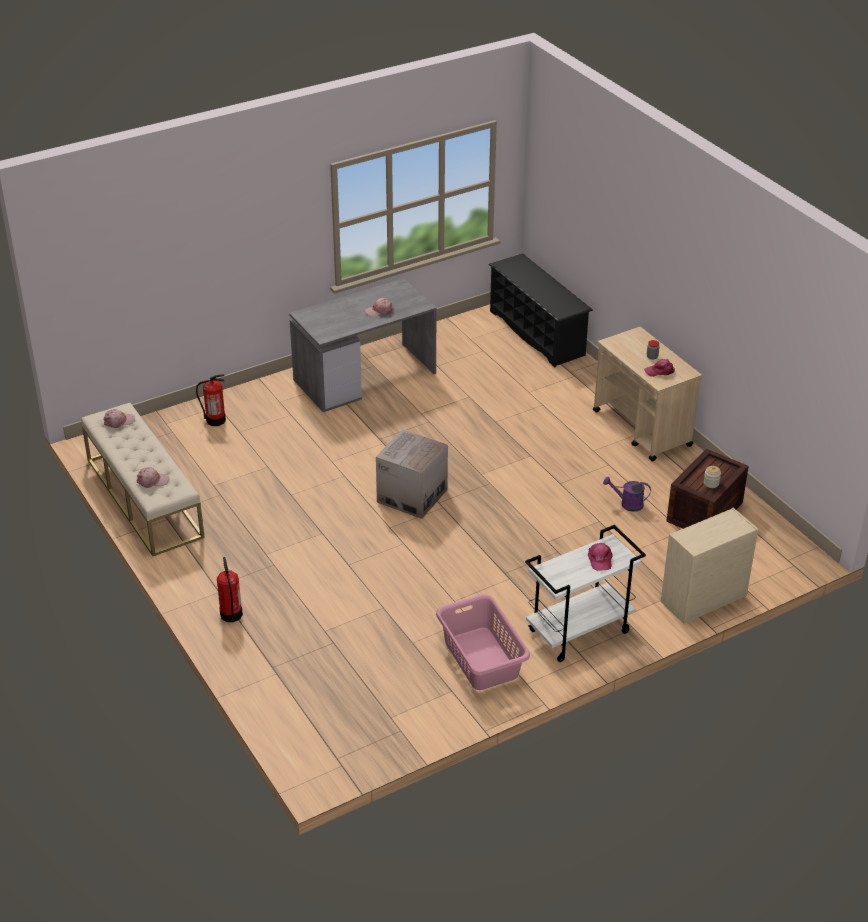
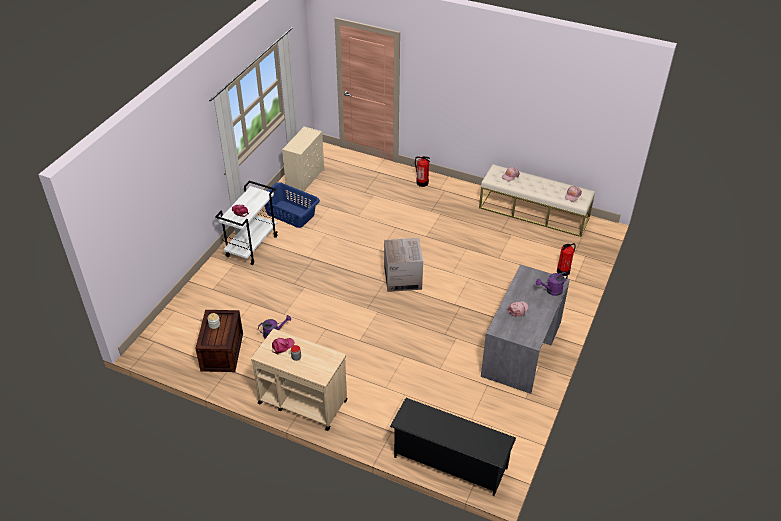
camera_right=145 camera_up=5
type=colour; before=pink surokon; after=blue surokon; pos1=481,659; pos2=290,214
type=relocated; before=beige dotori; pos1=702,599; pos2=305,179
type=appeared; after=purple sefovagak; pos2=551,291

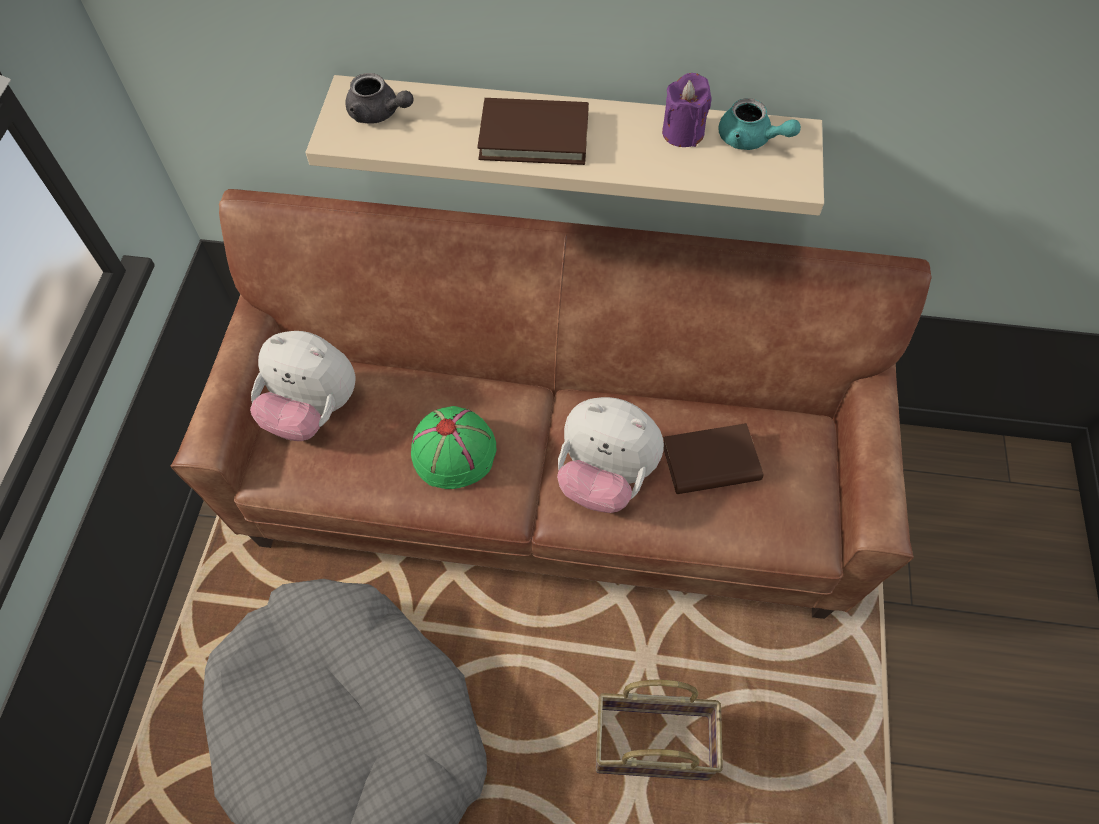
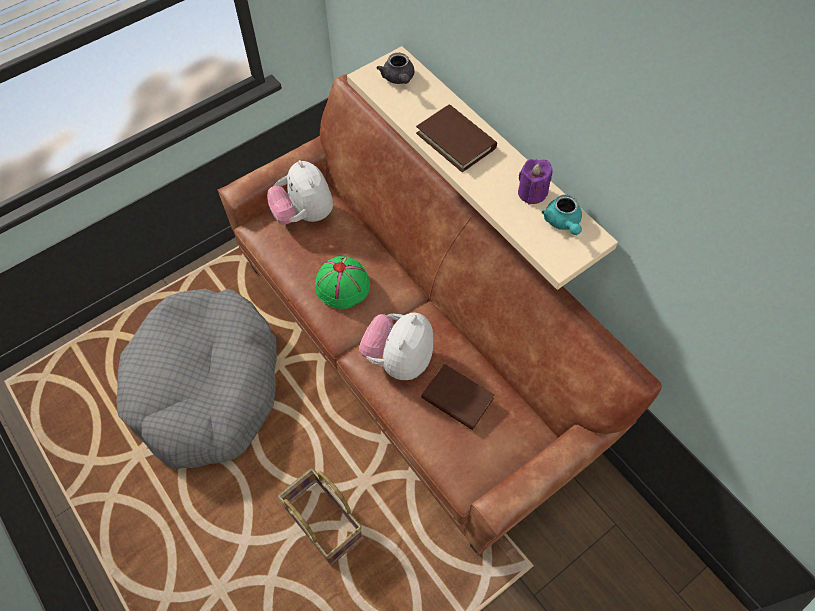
camera_right=45 camera_up=0
type=spun; before=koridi; pos1=604,476; pos2=398,359; turn=45

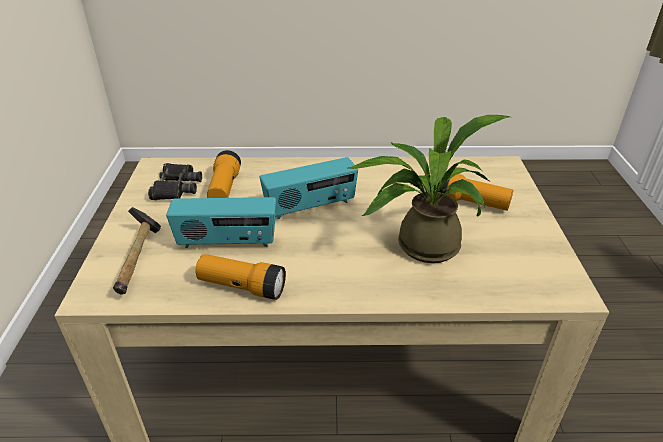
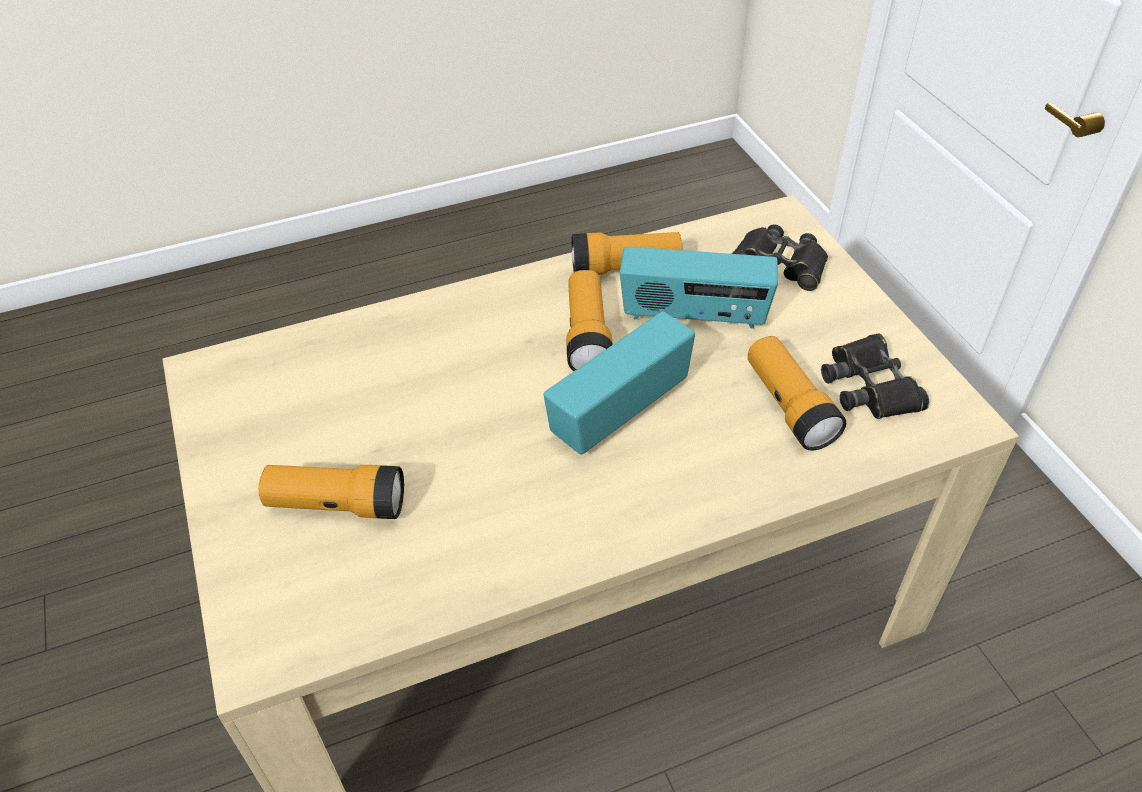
camera_right=160 camera_up=10
type=appeared; after=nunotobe; pos2=587,336
type=spun; before=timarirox; pos1=227,242; pos2=694,316; turn=-150
type=exchanged; before=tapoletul; after=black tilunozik; pos1=139,259; pos2=779,264
type=missing; before=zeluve; pos1=420,244

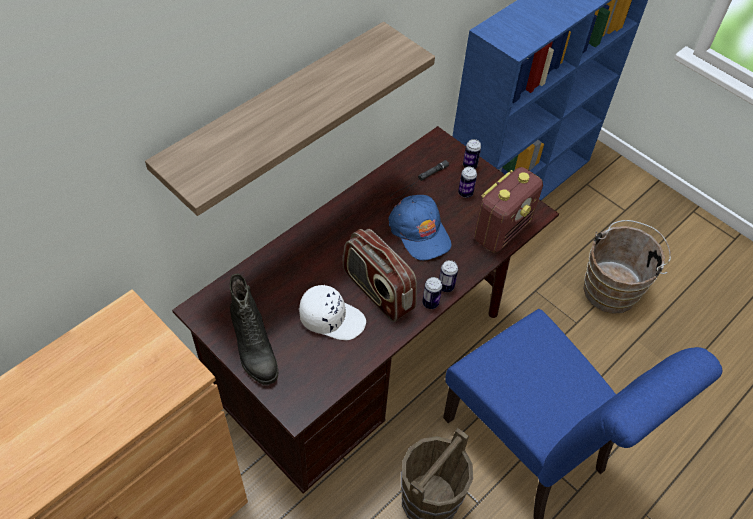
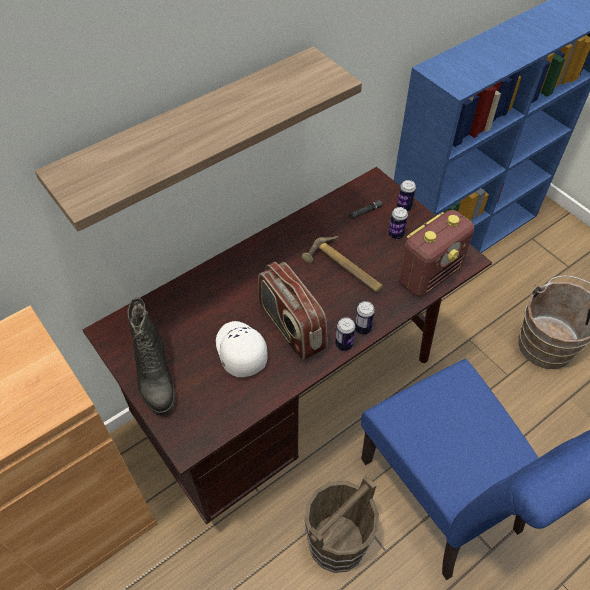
camera_right=10 camera_up=0
type=spun; before=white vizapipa; pos1=332,318; pos2=240,351; turn=-135
type=exchanged; before=blue vizapipa; after=tapoletul; pos1=420,231; pos2=343,270

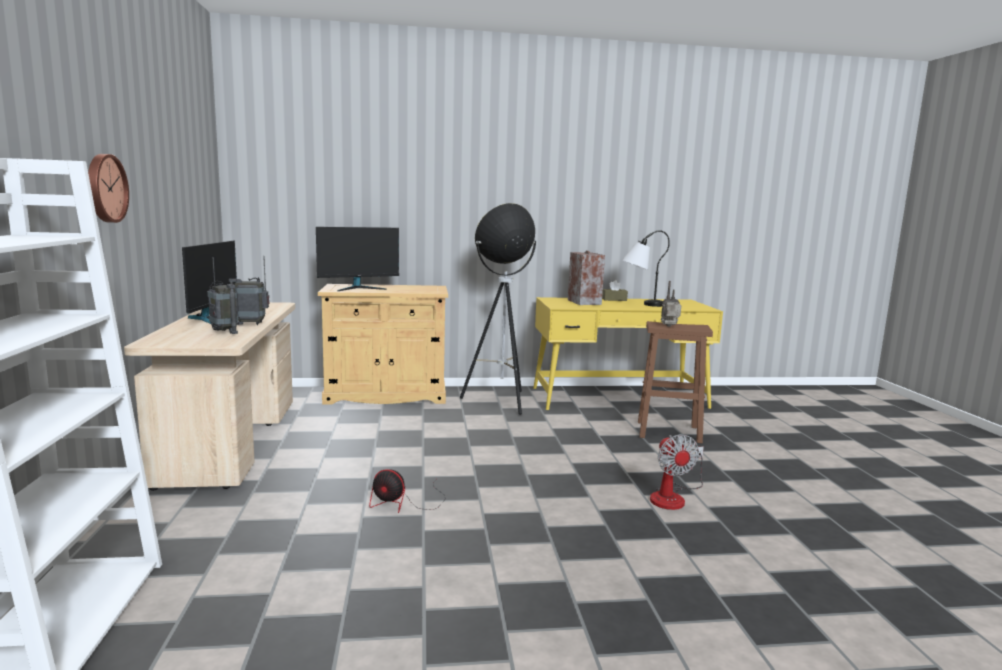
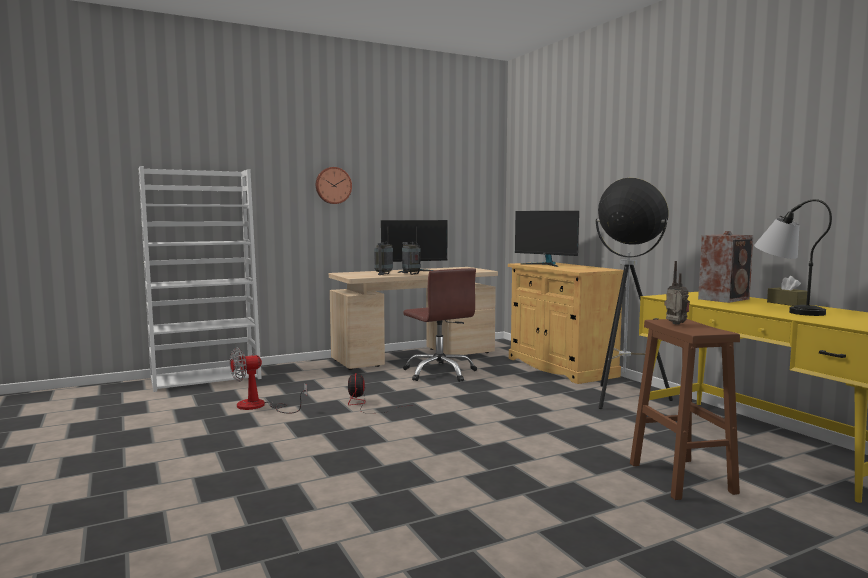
camera_right=70 camera_up=-5
type=relocated; before=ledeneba; pos1=673,497; pos2=259,406
type=appeared; after=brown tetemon; pos2=440,373

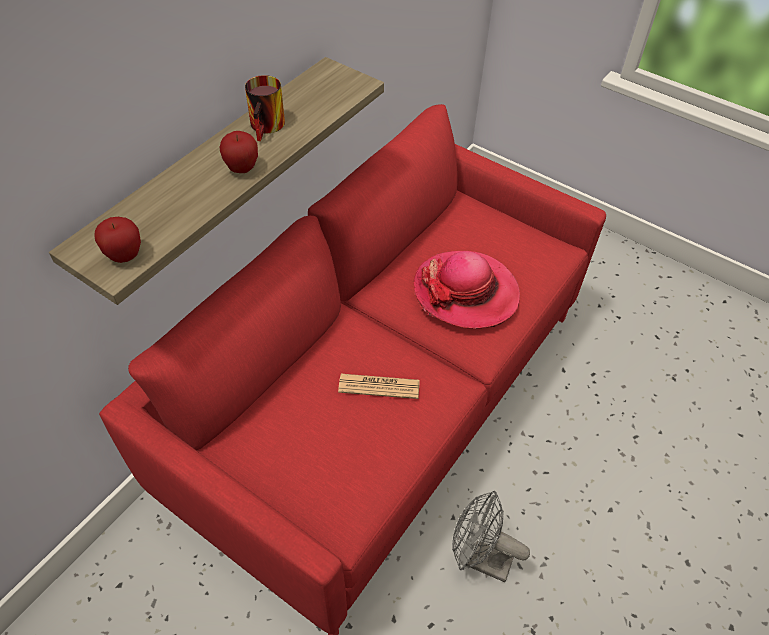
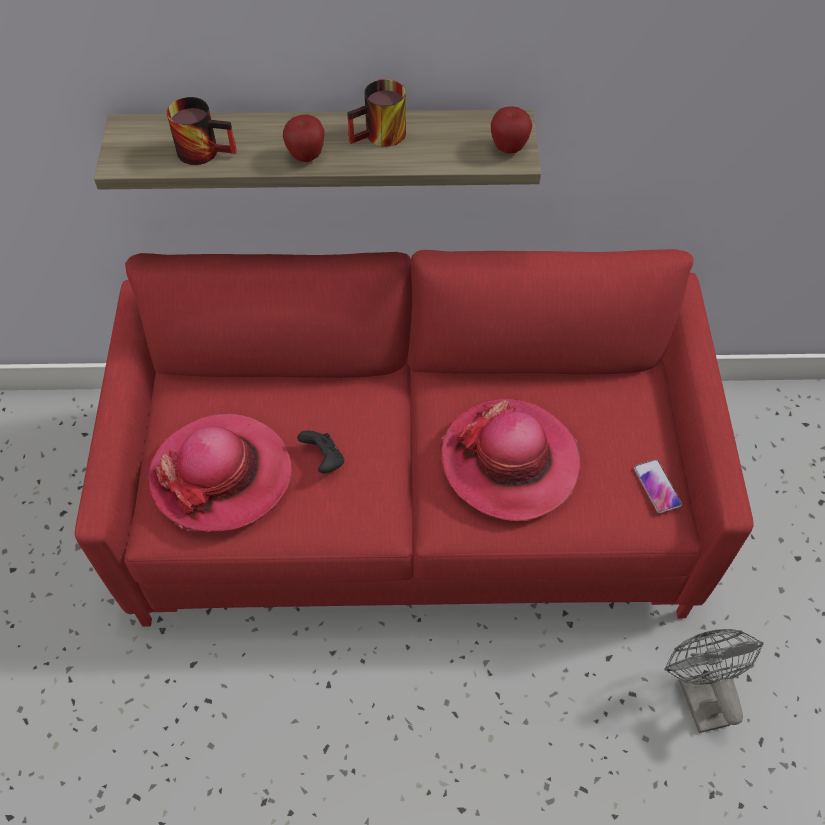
camera_right=55 camera_up=5
type=appeared; after=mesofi; pos2=221,475
type=appeared; after=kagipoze; pos2=206,149
type=exchanged; before=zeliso; after=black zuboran; pos1=379,386; pos2=324,459
type=relocated; before=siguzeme; pos1=125,256; pos2=509,148
type=appeared; after=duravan; pos2=657,486
type=relocated; before=grey ledeneba; pos1=478,558; pos2=698,693

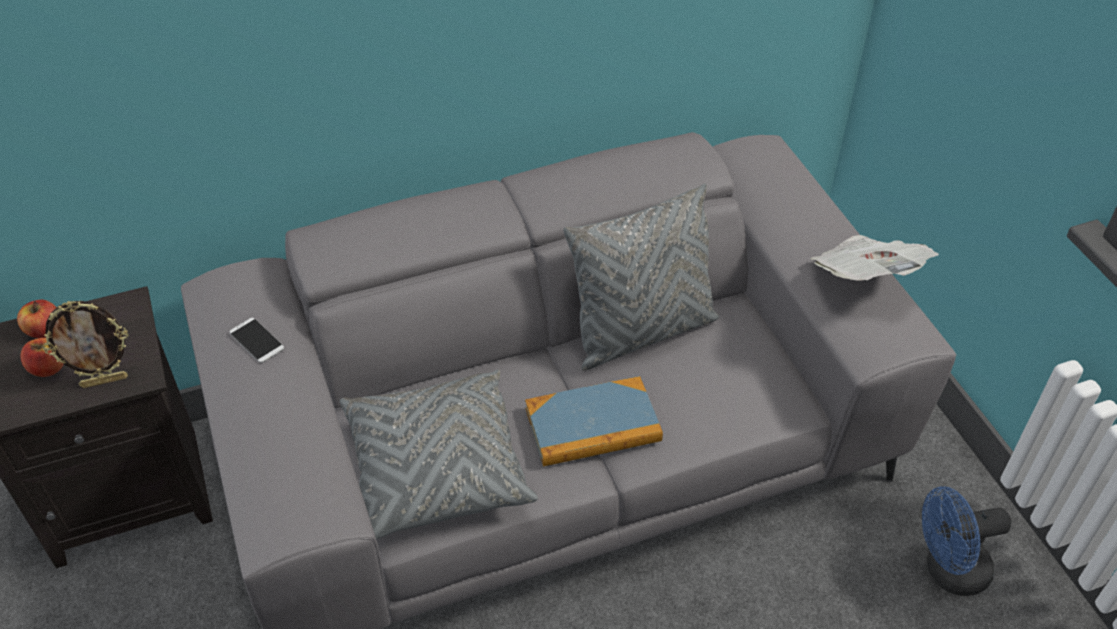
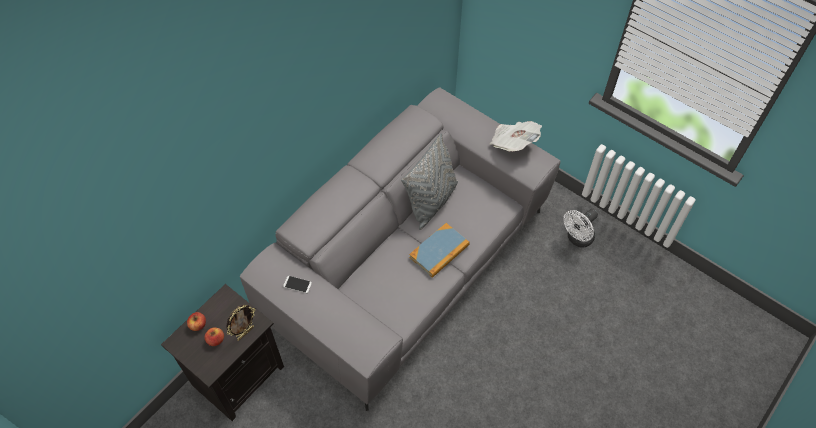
camera_right=-30 camera_up=10
type=colour; before=blue ledeneba; after=white ledeneba; pos1=947,571; pos2=577,239
type=missing; before=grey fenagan; pos1=436,469

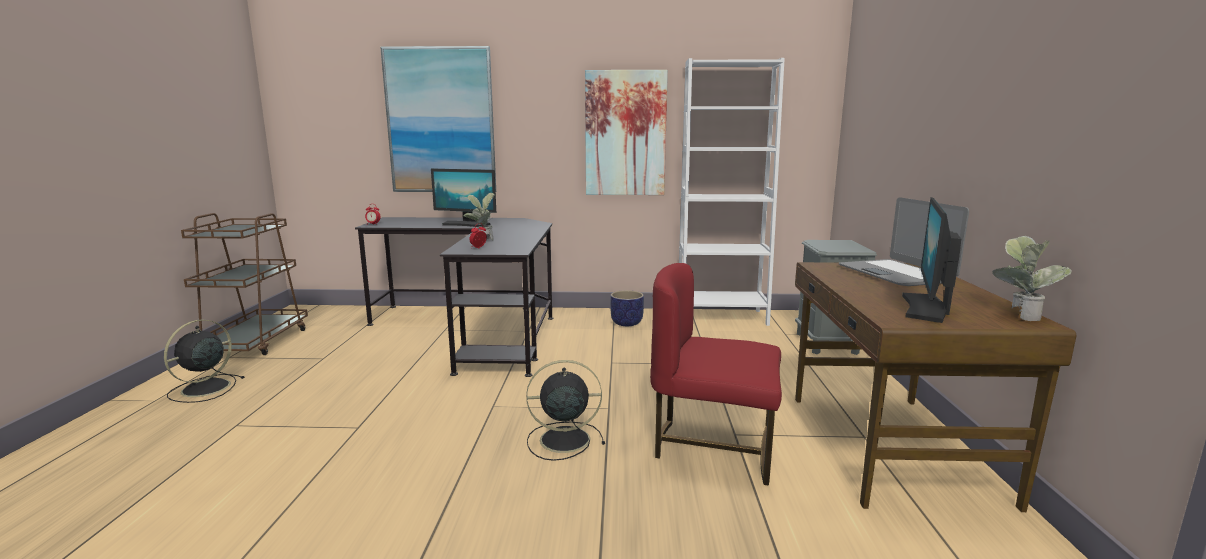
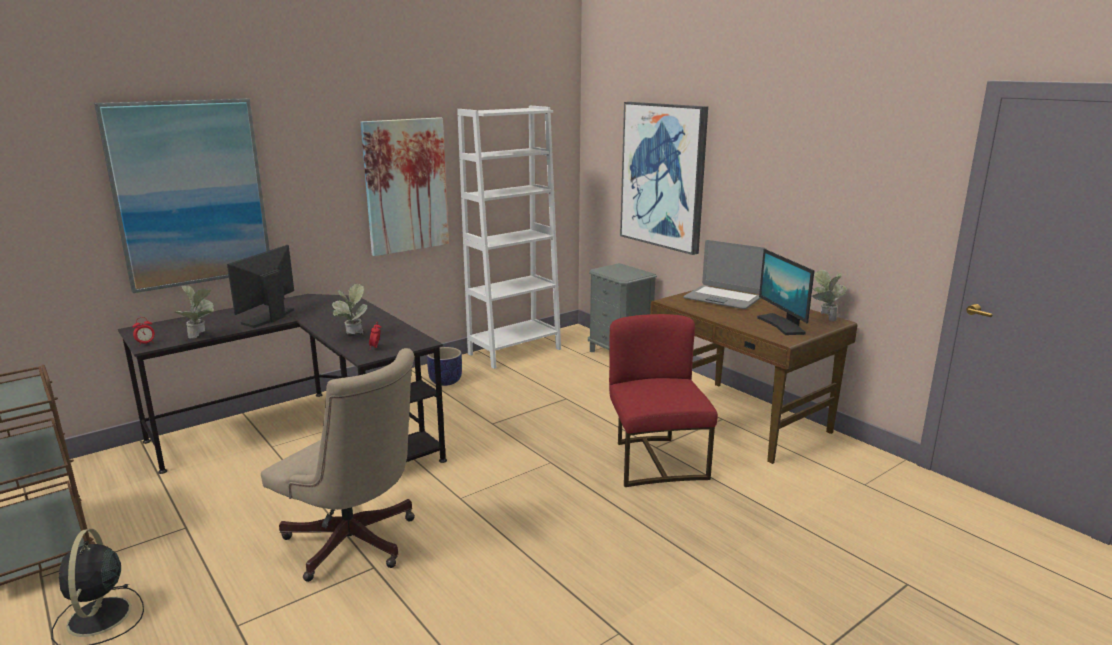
camera_right=-40 camera_up=5
type=appeared; after=zeluve; pos2=201,336
type=spun; before=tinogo; pos1=466,224; pos2=269,318; turn=135
type=appeared; after=beige tetemon; pos2=355,545
type=spun; before=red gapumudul; pos1=713,446; pos2=655,461; turn=105
type=appeared; after=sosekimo; pos2=663,176
type=missing; before=black ledeneba; pos1=562,440

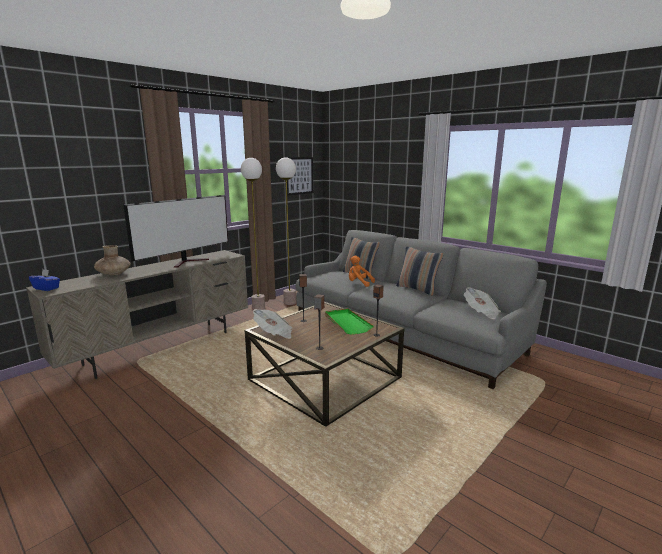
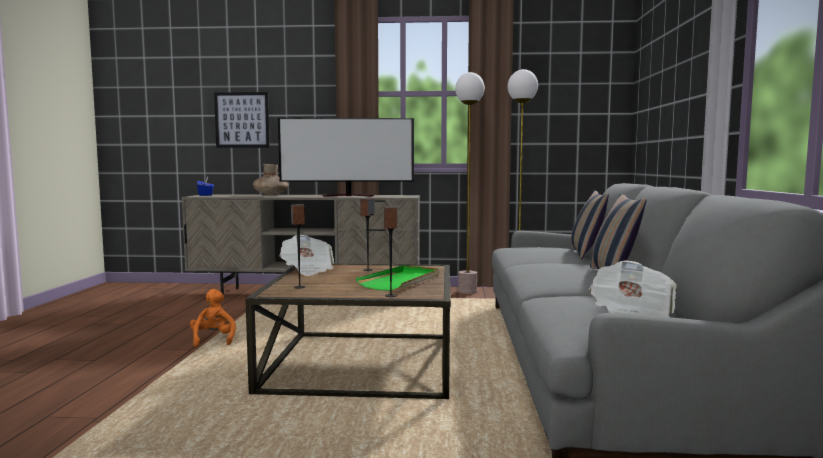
camera_right=50 camera_up=-10
type=relocated; before=orange koridi; pos1=358,283; pos2=213,340
type=relocated; before=sosekimo; pos1=299,176; pos2=242,120

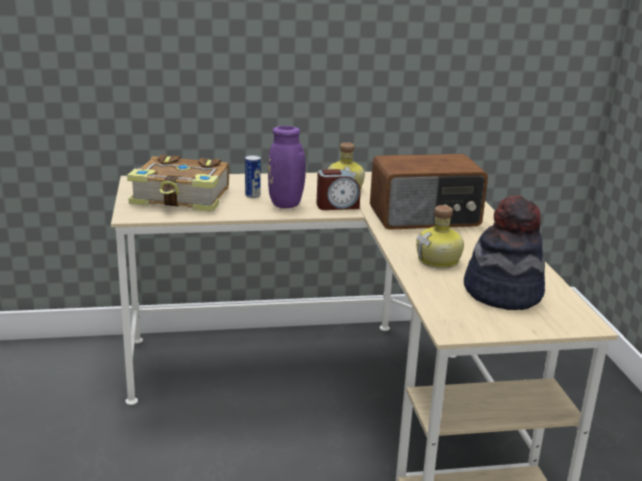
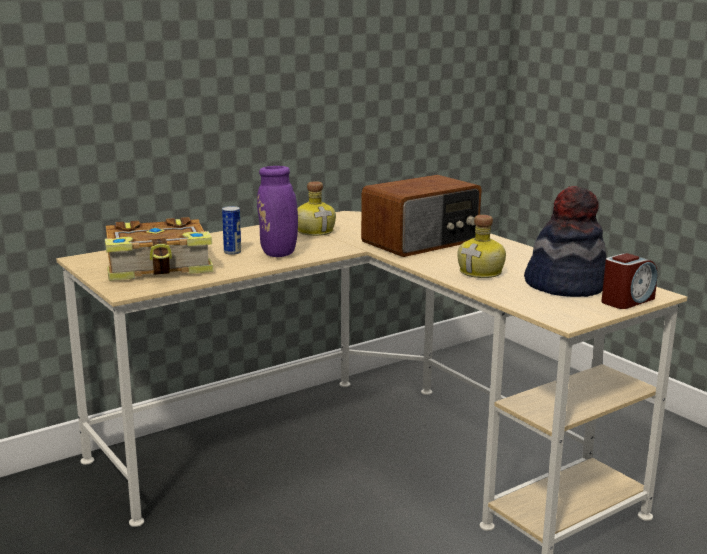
camera_right=-25 camera_up=-5
type=relocated; before=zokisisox; pos1=337,206; pos2=627,301

